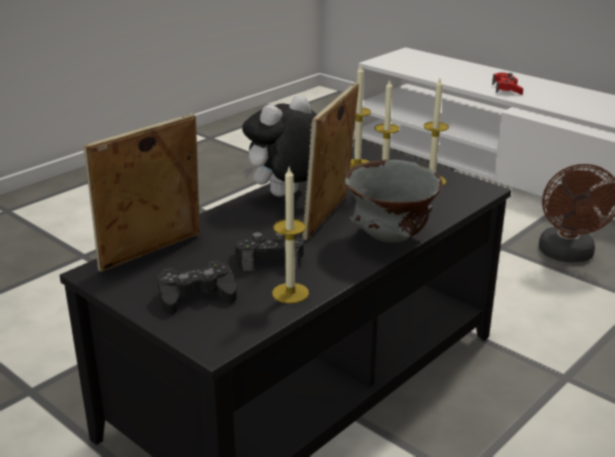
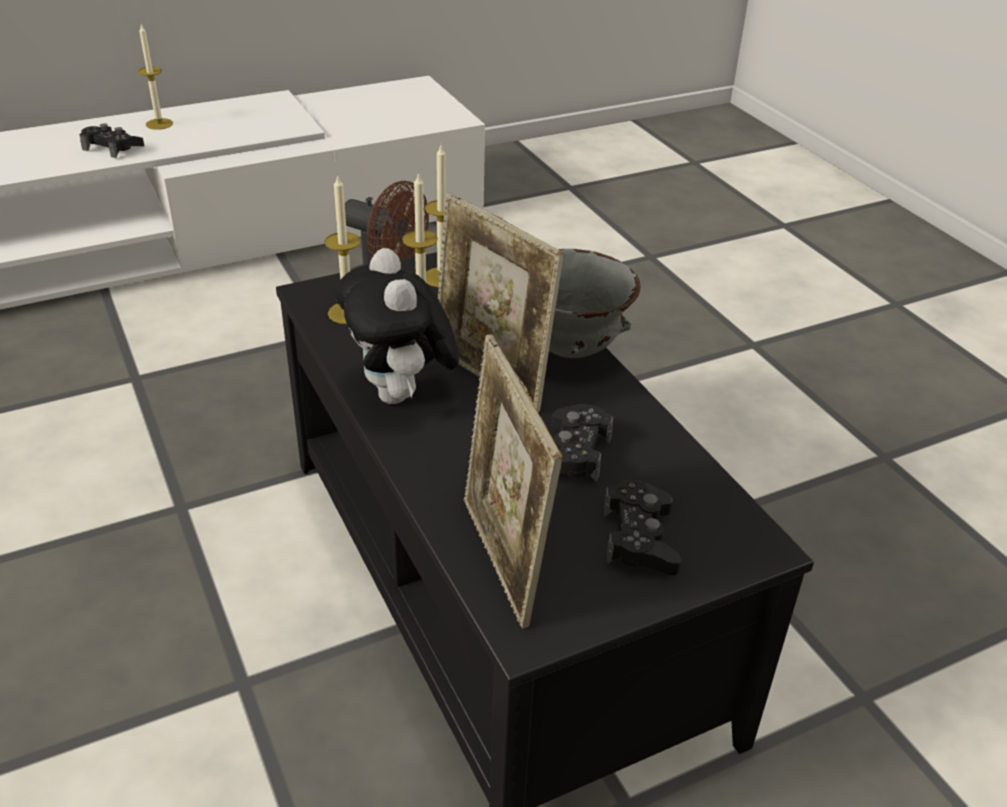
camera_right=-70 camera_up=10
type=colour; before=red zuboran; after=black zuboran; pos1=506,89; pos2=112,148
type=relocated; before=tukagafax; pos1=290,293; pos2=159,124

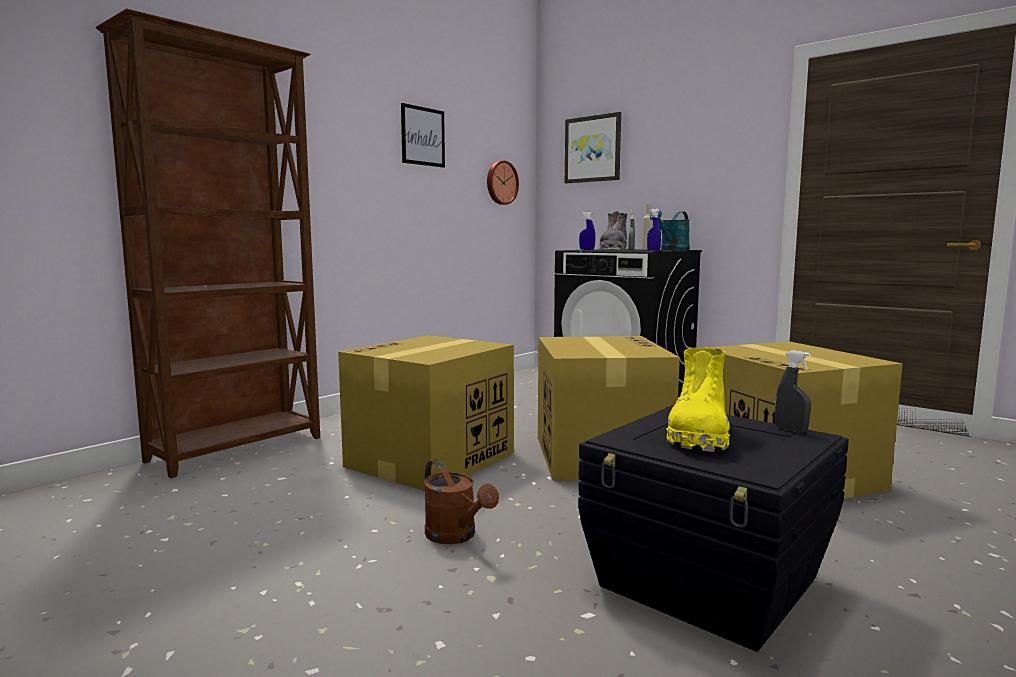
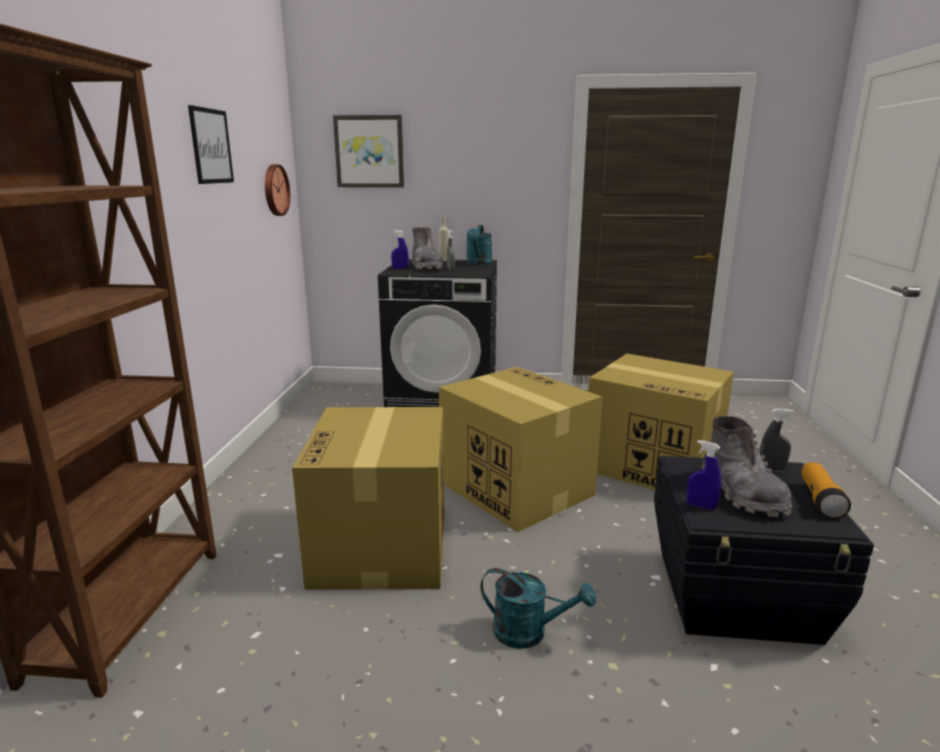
camera_right=-35 camera_up=10
type=colour; before=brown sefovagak; after=turquoise sefovagak; pos1=456,536; pos2=529,632
type=relocated; before=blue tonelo; pos1=653,250; pos2=701,506
type=colour; before=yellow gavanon; after=grey gavanon; pos1=698,436; pos2=742,494
type=appeared; after=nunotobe; pos2=820,500

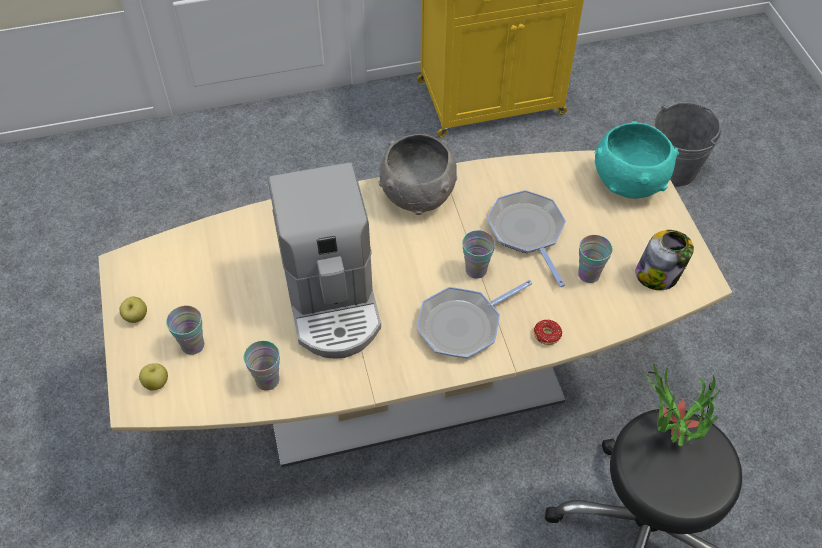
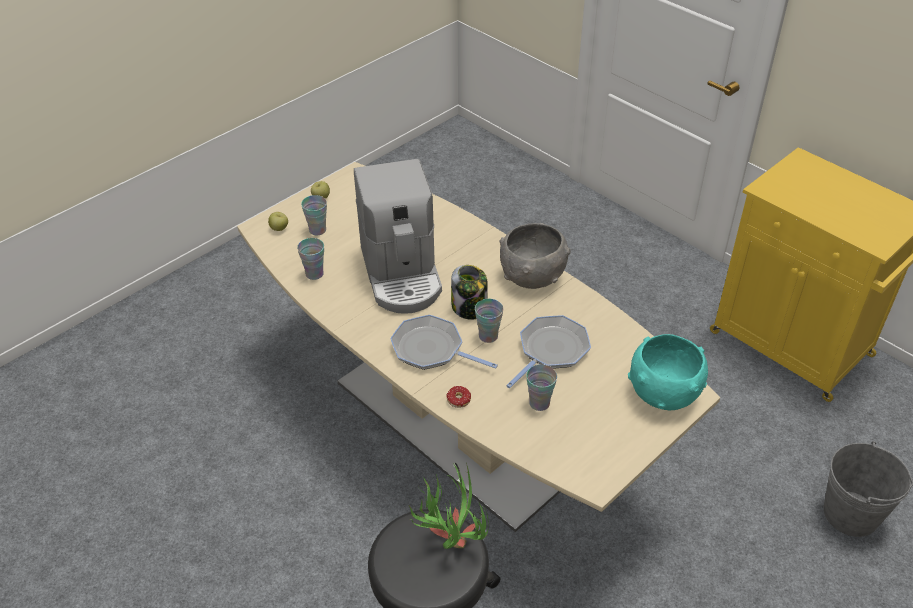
camera_right=60 camera_up=-10
type=spun; before=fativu; pos1=332,299; pos2=402,274; turn=-60
type=relocated; before=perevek; pos1=658,275; pos2=469,308

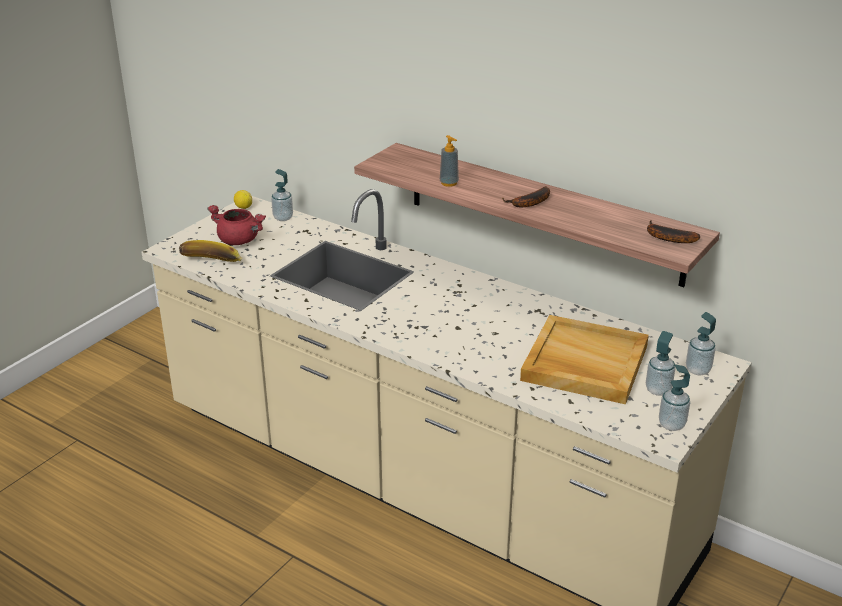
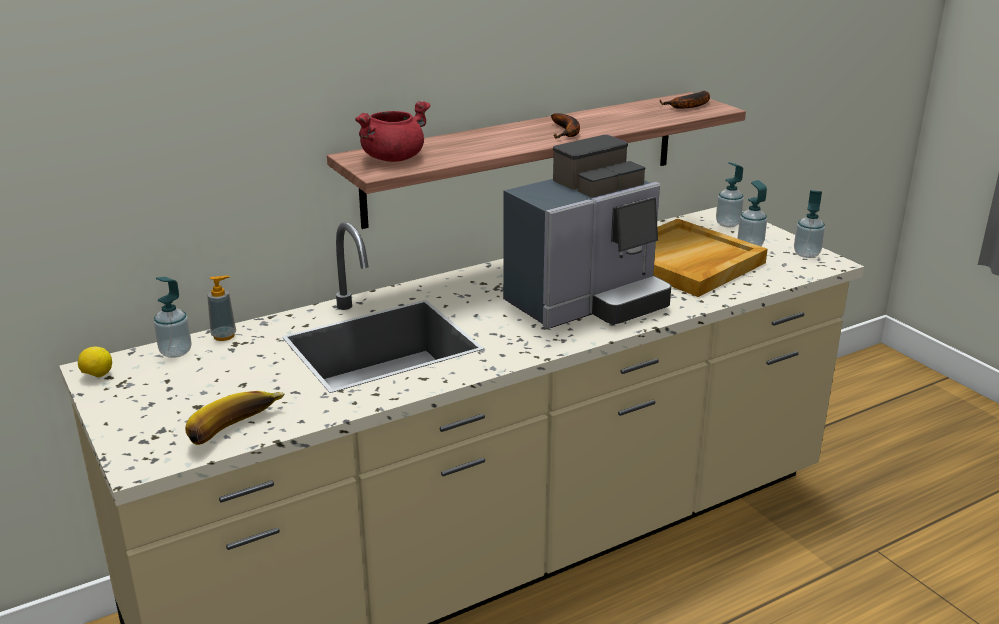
camera_right=-65 camera_up=-5
type=relocated; before=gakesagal; pos1=449,183; pos2=224,336
type=relocated; before=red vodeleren; pos1=240,240; pos2=393,158
type=appeared; after=fativu; pos2=588,303

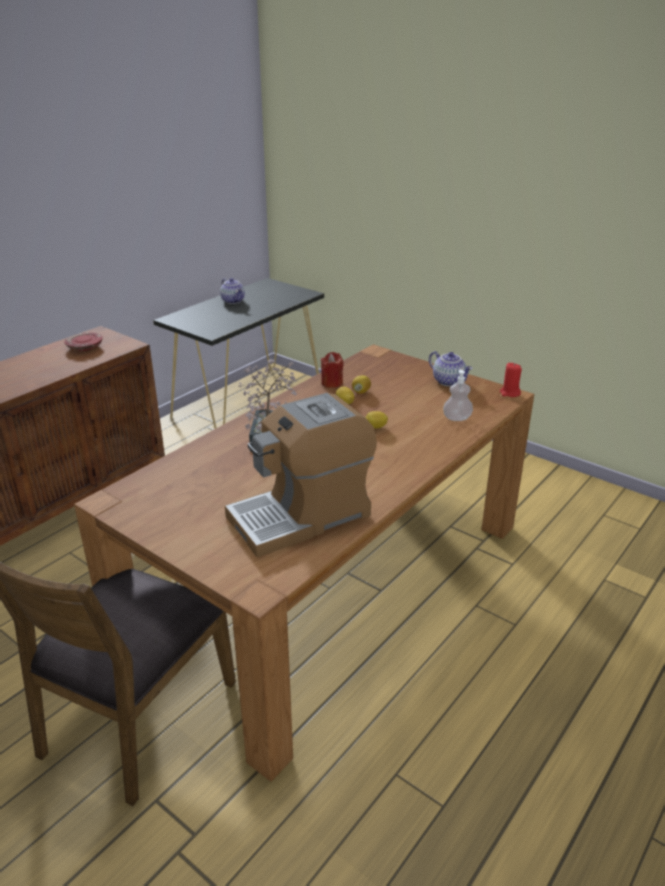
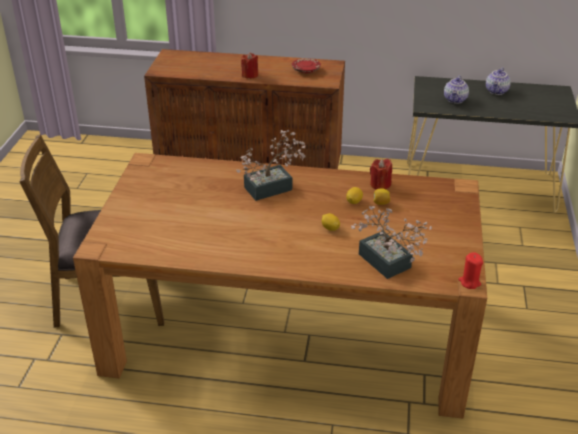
camera_right=60 camera_up=5
type=appeared; after=red tukagafax; pos2=250,75
type=exchanged; before=gakesagal; after=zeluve; pos1=457,418; pos2=388,264
type=relocated; before=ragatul; pos1=449,381; pos2=455,100
type=missing; before=fativu; pos1=301,515

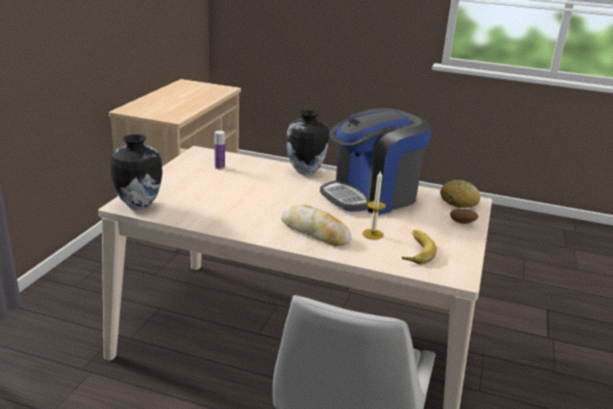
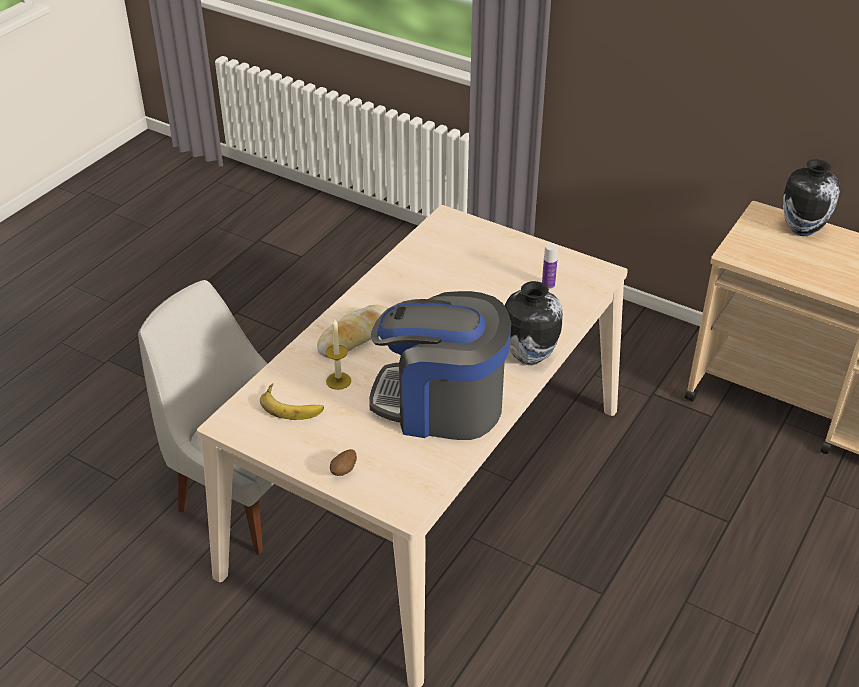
camera_right=105 camera_up=15
type=spun; before=fativu; pos1=372,196; pos2=441,404; turn=-60
type=relocated; before=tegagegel; pos1=138,205; pos2=802,230
type=missing; before=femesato; pos1=459,202

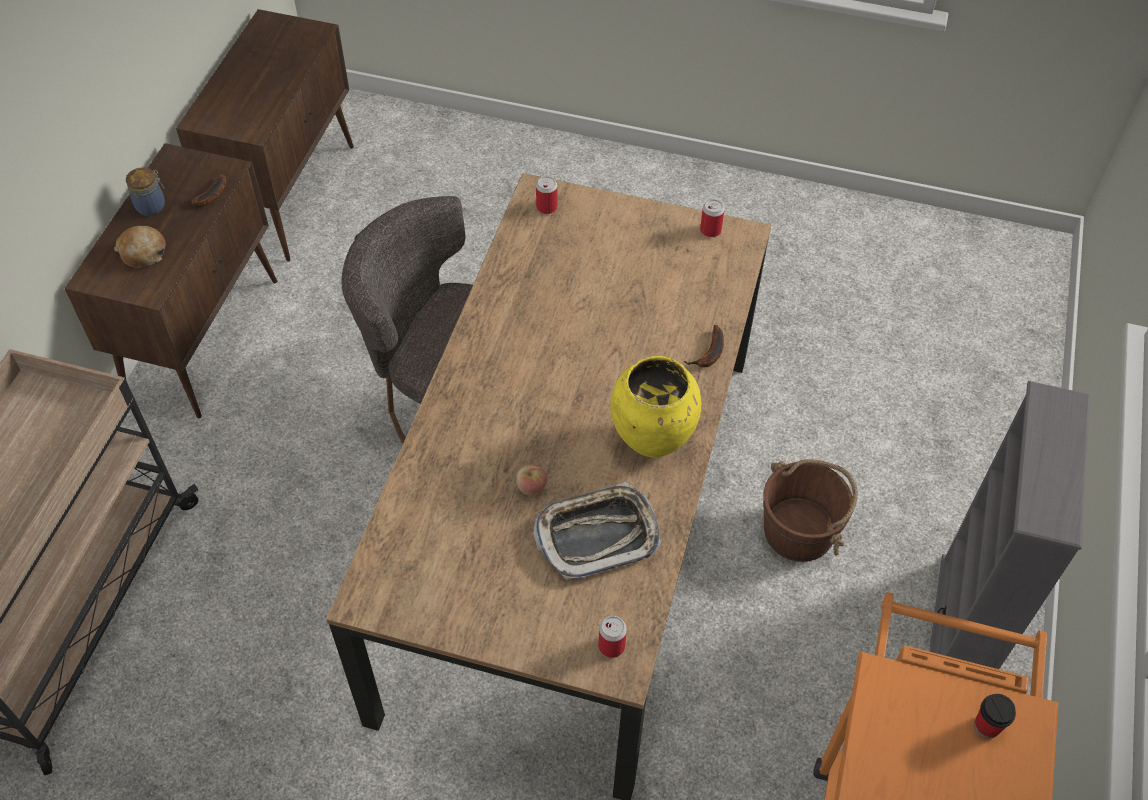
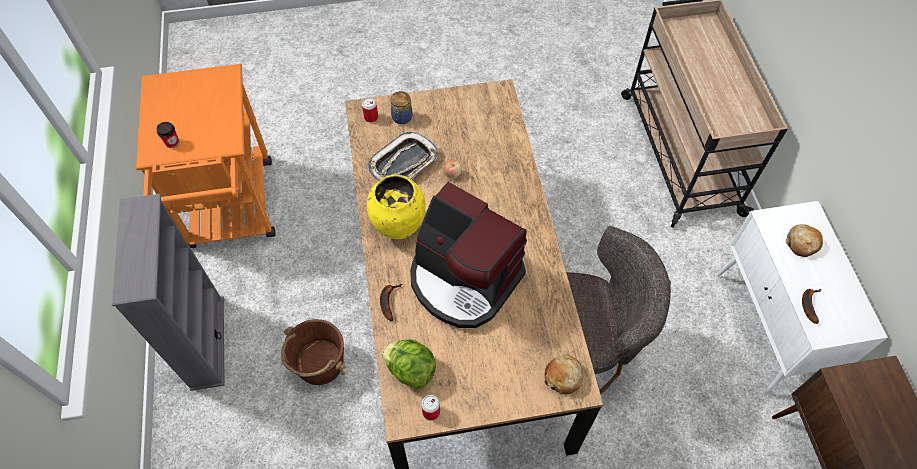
camera_right=155 camera_up=5
type=appeared; after=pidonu; pos2=410,370
type=relocated; before=perevek; pos1=152,205; pos2=401,118
type=appeared; after=fativu; pos2=463,279
type=exchanged; before=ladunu; after=femesato; pos1=546,207; pos2=563,377
type=colour; before=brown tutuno; after=white tutuno; pos1=204,337; pos2=767,329

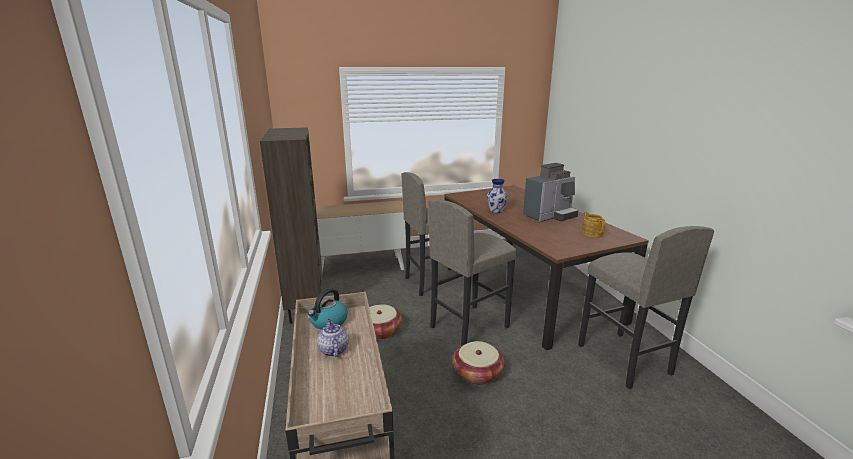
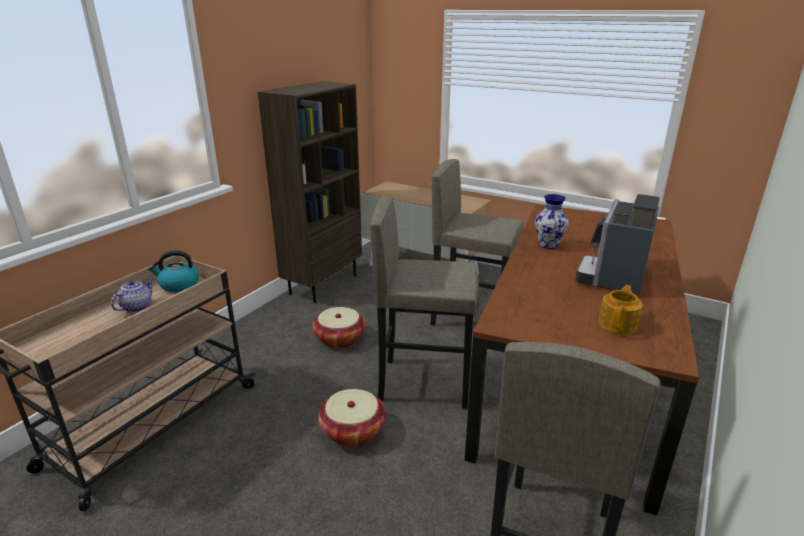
camera_right=45 camera_up=5
type=spun; before=fativu; pos1=550,216; pos2=614,277; turn=105

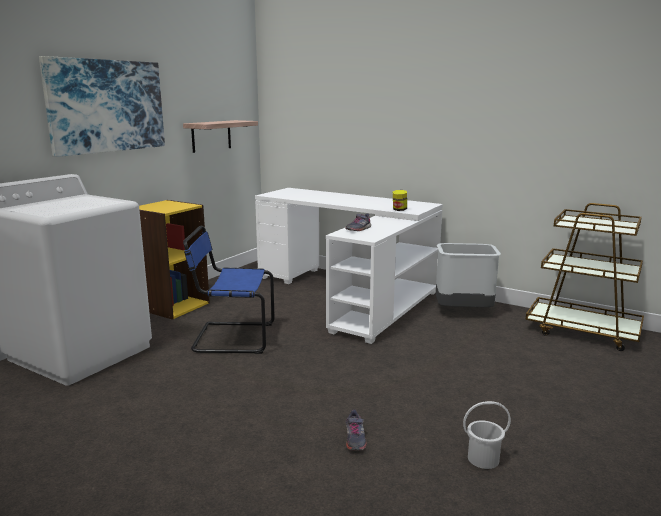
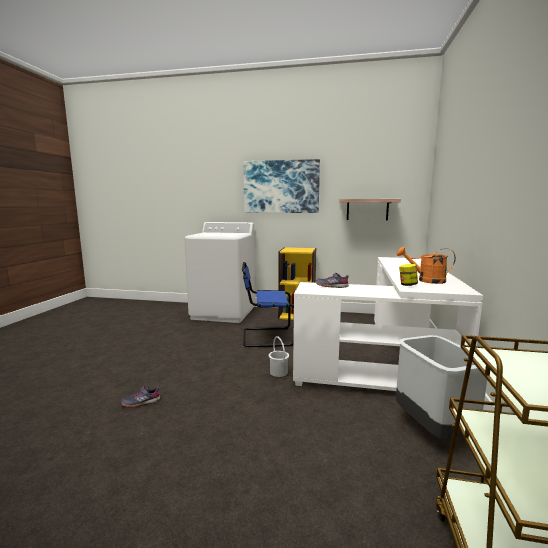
camera_right=70 camera_up=-5
type=spun; before=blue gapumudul; pos1=231,338; pos2=265,337; turn=-75
type=relocated; before=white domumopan; pos1=483,459; pos2=278,372
type=appeared; after=orange sefovagak; pos2=426,280

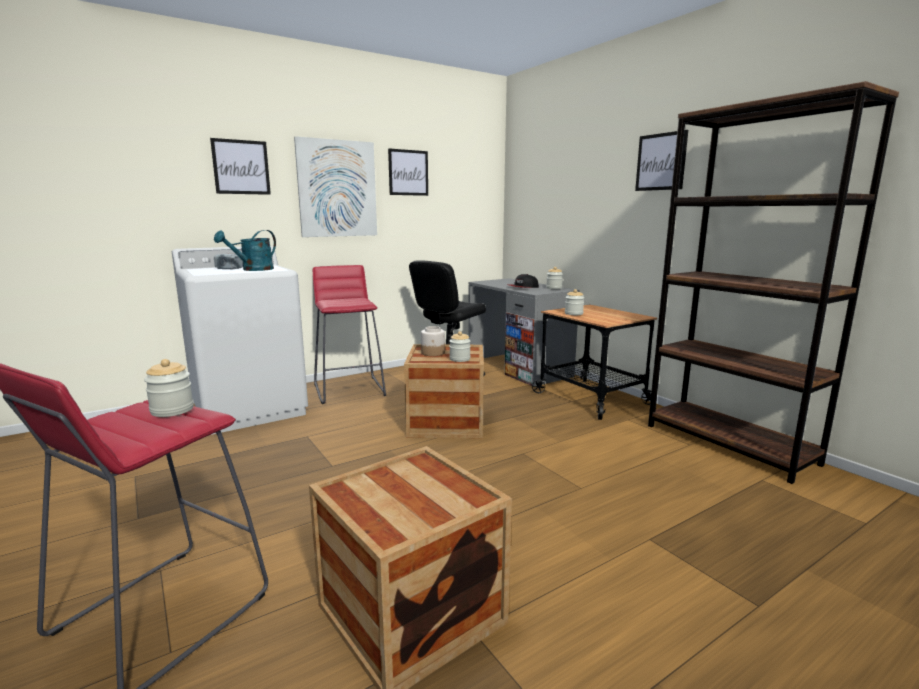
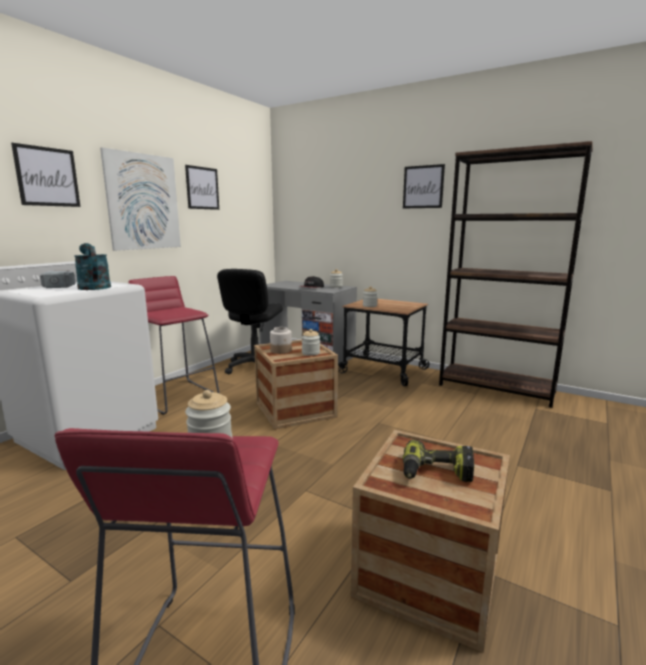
camera_right=-25 camera_up=0
type=spun; before=turquoise sefovagak; pos1=253,270; pos2=93,286; turn=135
type=appeared; after=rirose; pos2=436,473

